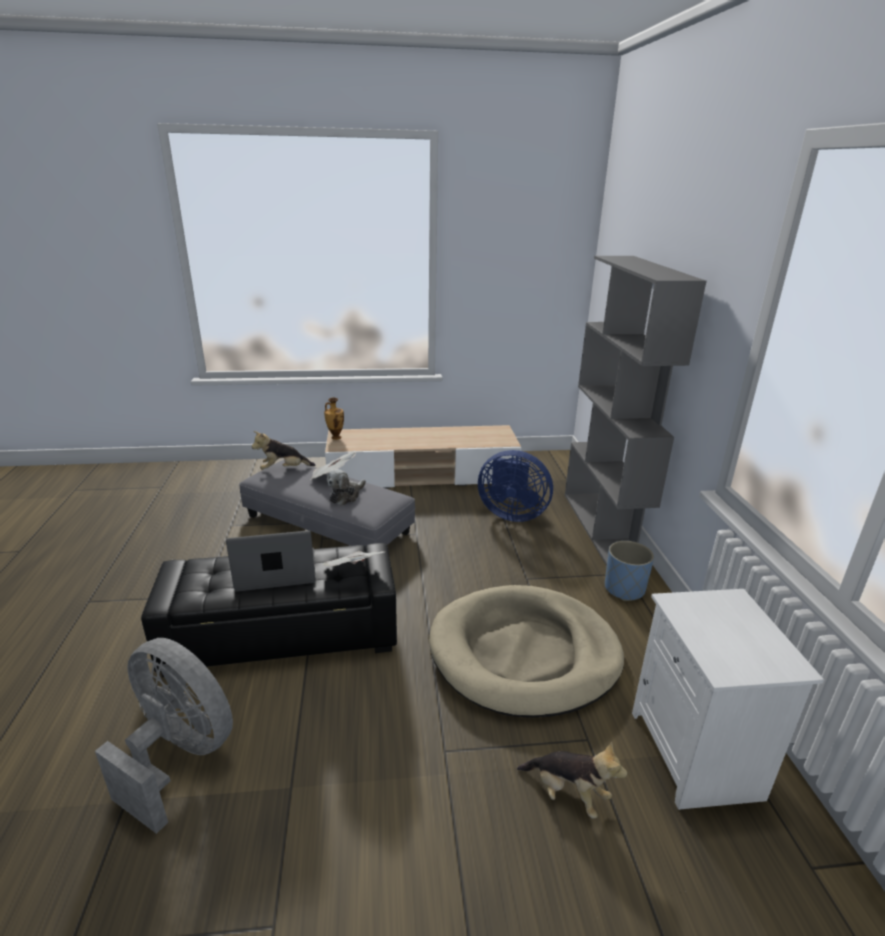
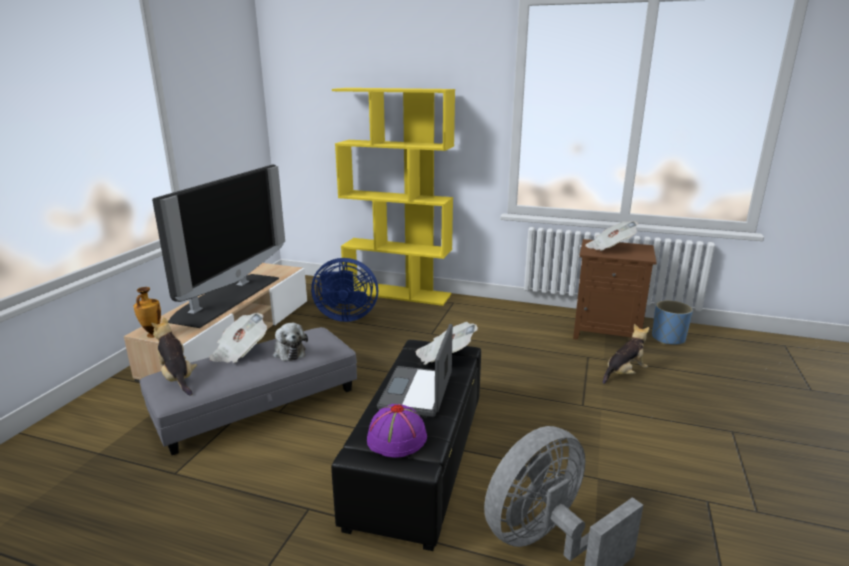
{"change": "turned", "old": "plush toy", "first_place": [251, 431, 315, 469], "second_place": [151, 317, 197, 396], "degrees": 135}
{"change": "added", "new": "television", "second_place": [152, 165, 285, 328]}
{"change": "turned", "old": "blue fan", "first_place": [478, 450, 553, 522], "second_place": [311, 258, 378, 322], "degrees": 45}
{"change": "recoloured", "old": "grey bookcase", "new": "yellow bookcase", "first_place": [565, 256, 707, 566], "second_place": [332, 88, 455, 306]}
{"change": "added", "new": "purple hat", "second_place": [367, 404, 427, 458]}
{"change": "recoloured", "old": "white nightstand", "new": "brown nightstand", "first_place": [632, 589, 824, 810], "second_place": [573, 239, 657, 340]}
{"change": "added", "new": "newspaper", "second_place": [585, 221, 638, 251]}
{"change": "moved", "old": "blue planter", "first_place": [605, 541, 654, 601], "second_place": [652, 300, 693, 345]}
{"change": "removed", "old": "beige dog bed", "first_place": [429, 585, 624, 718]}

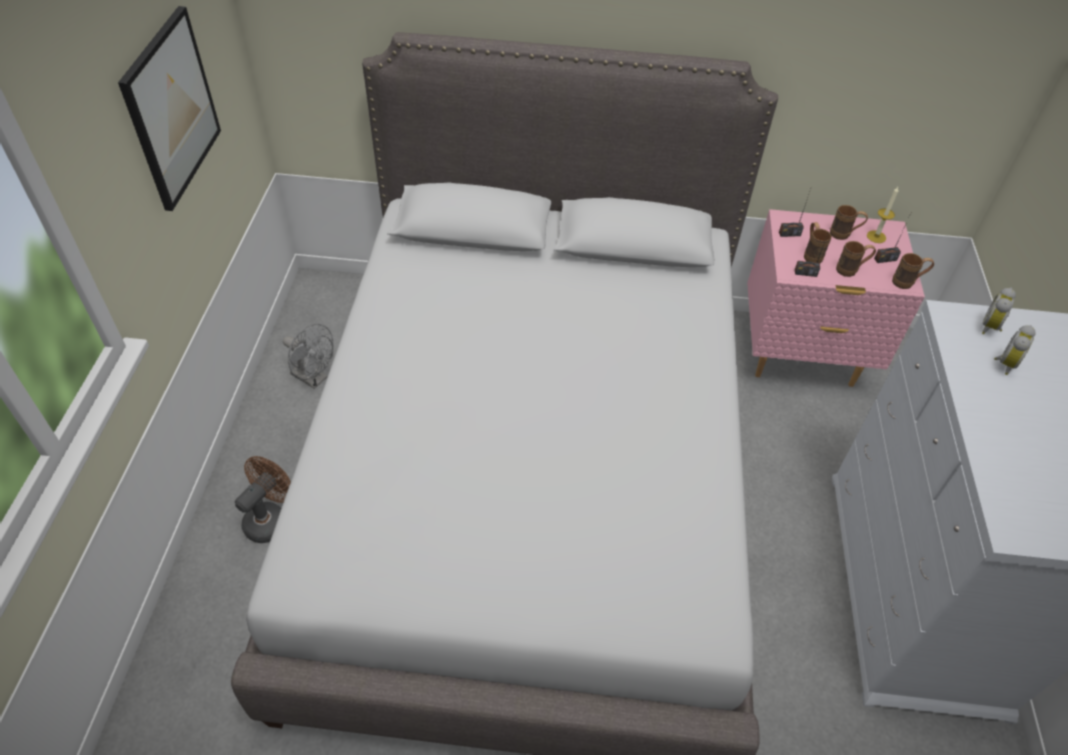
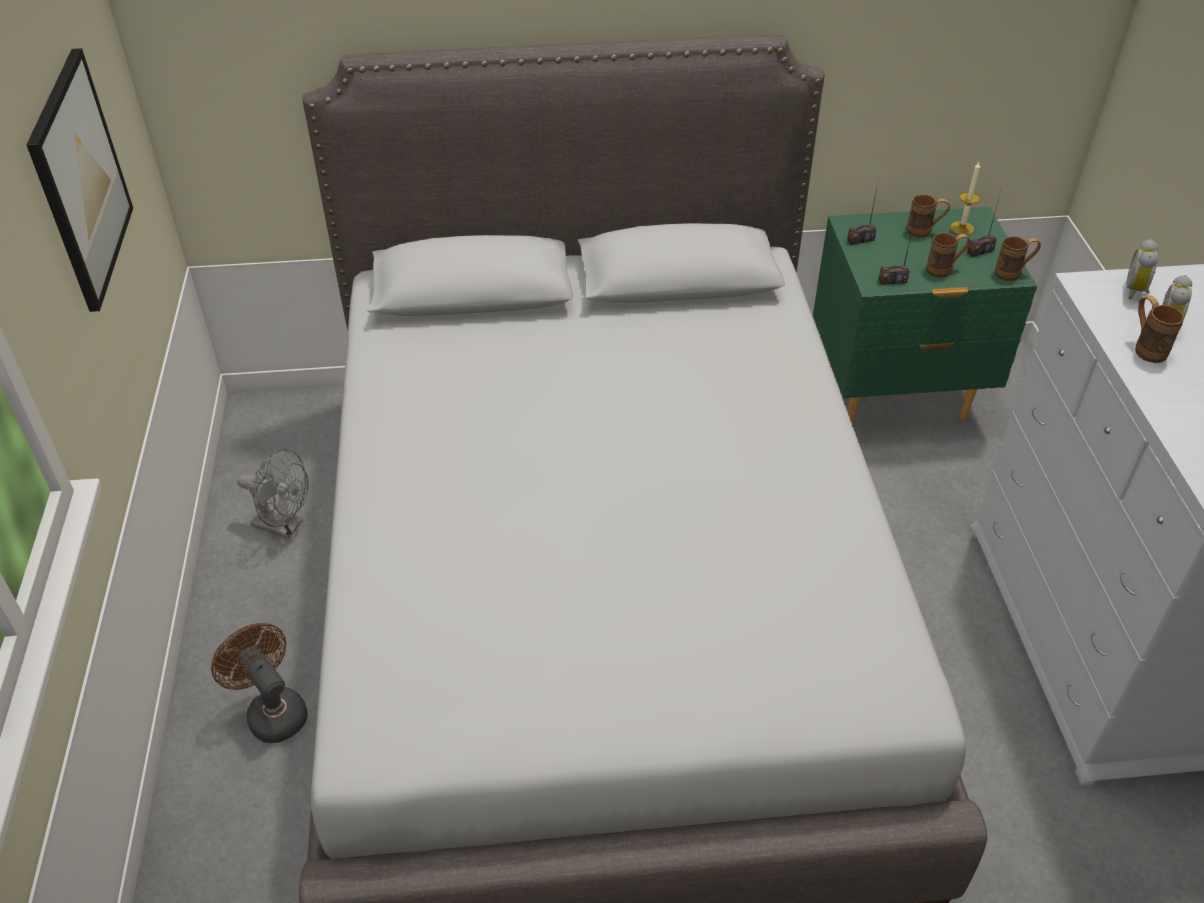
{"change": "turned", "old": "brown fan", "first_place": [235, 456, 291, 543], "second_place": [211, 623, 308, 743], "degrees": -60}
{"change": "recoloured", "old": "pink nightstand", "new": "green nightstand", "first_place": [747, 209, 925, 387], "second_place": [813, 207, 1037, 425]}
{"change": "moved", "old": "brown mug", "first_place": [804, 222, 832, 263], "second_place": [1135, 296, 1184, 363]}

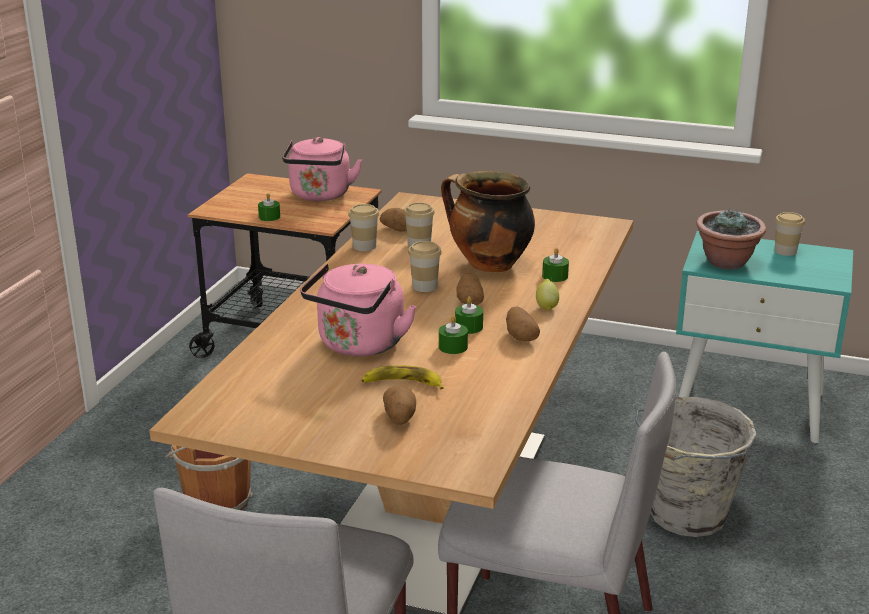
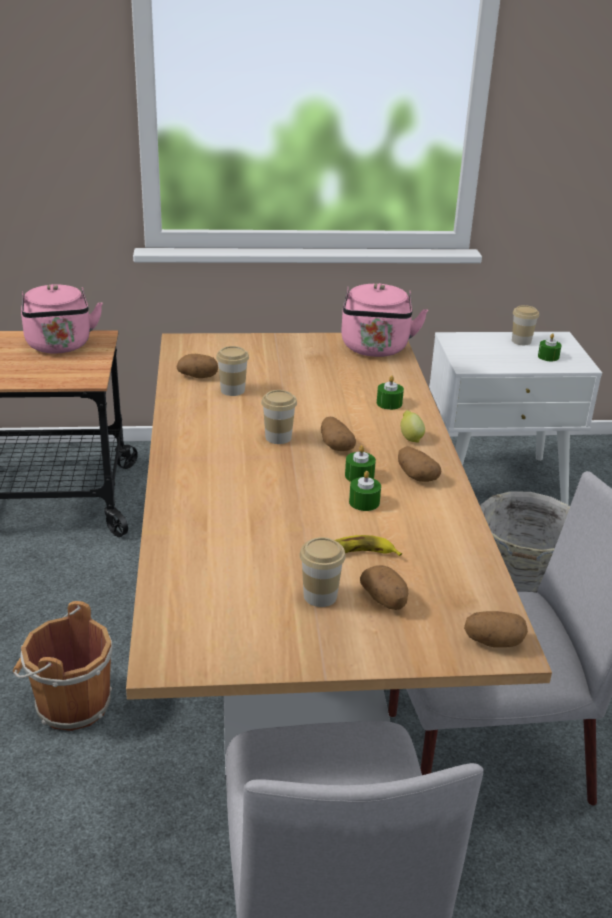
{"change": "moved", "old": "cup", "first_place": [348, 204, 379, 251], "second_place": [299, 537, 346, 607]}
{"change": "moved", "old": "pink kettle", "first_place": [301, 264, 417, 356], "second_place": [341, 283, 428, 357]}
{"change": "recoloured", "old": "turquoise nightstand", "new": "white nightstand", "first_place": [676, 231, 853, 443], "second_place": [429, 332, 602, 505]}
{"change": "added", "new": "potato", "second_place": [464, 611, 528, 647]}
{"change": "moved", "old": "green candle", "first_place": [258, 193, 280, 221], "second_place": [538, 333, 562, 362]}
{"change": "removed", "old": "cooking pot", "first_place": [441, 171, 535, 273]}
{"change": "removed", "old": "potted plant", "first_place": [696, 209, 766, 269]}

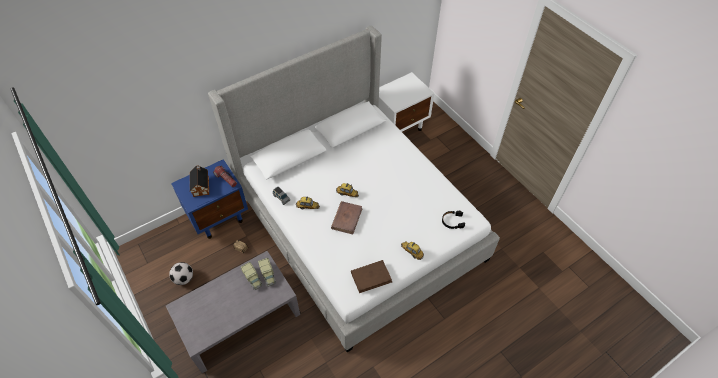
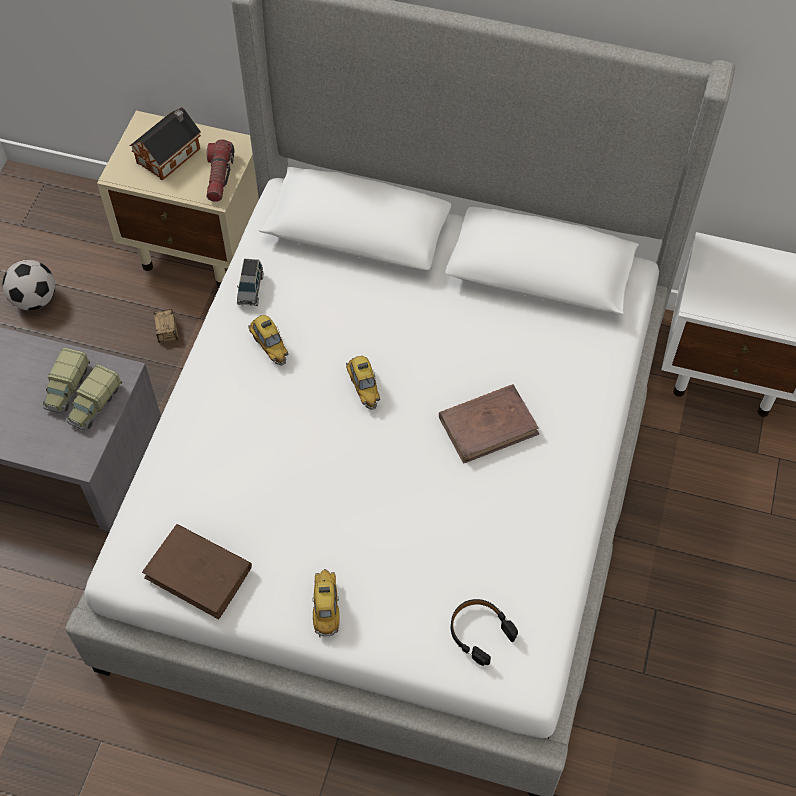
{"change": "recoloured", "old": "blue nightstand", "new": "beige nightstand", "first_place": [171, 159, 248, 239], "second_place": [97, 111, 259, 288]}
{"change": "moved", "old": "brown book", "first_place": [331, 201, 363, 234], "second_place": [439, 384, 540, 464]}

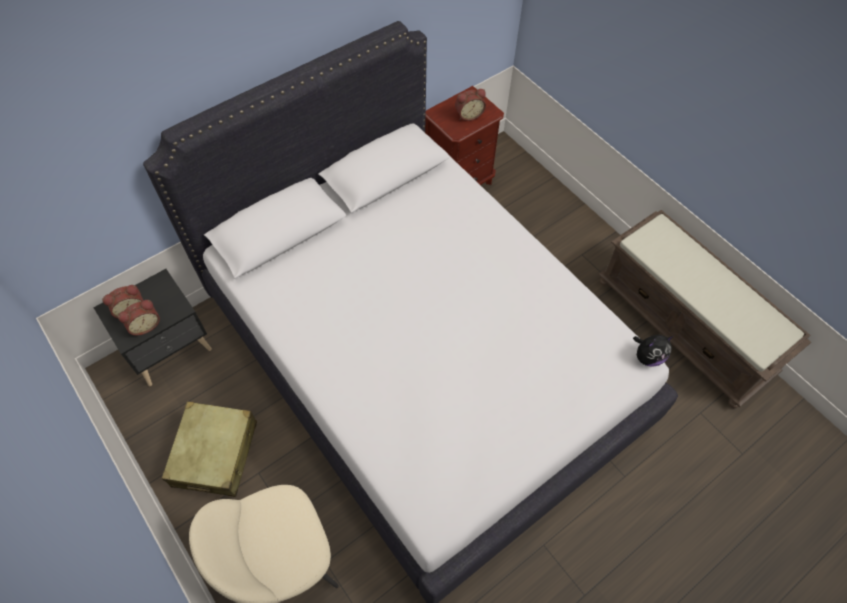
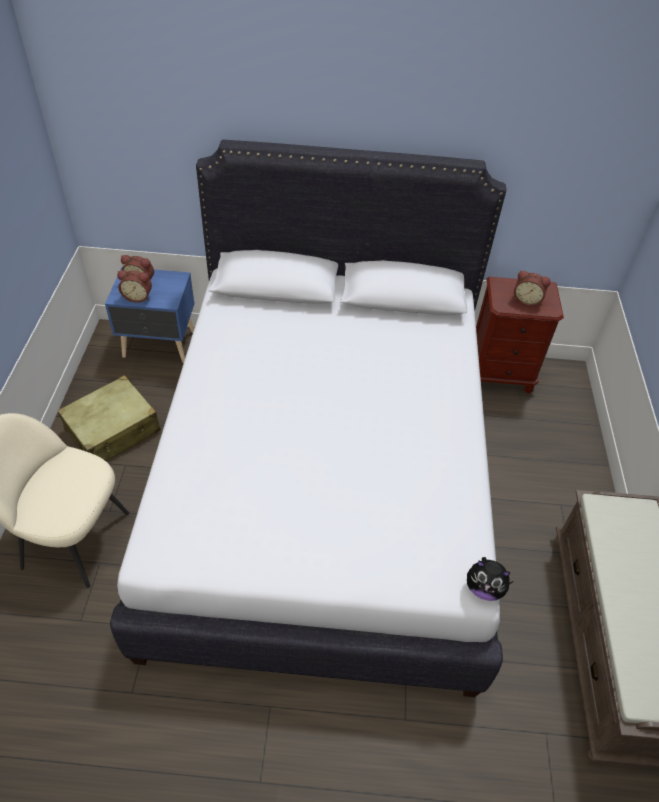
{"change": "recoloured", "old": "black nightstand", "new": "blue nightstand", "first_place": [94, 269, 212, 386], "second_place": [105, 267, 194, 363]}

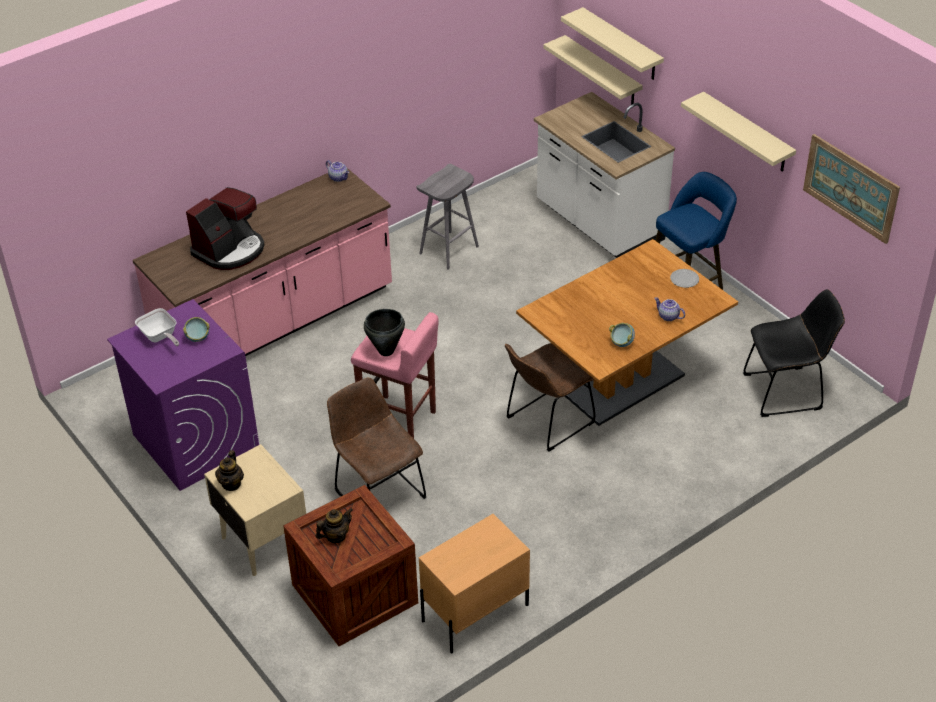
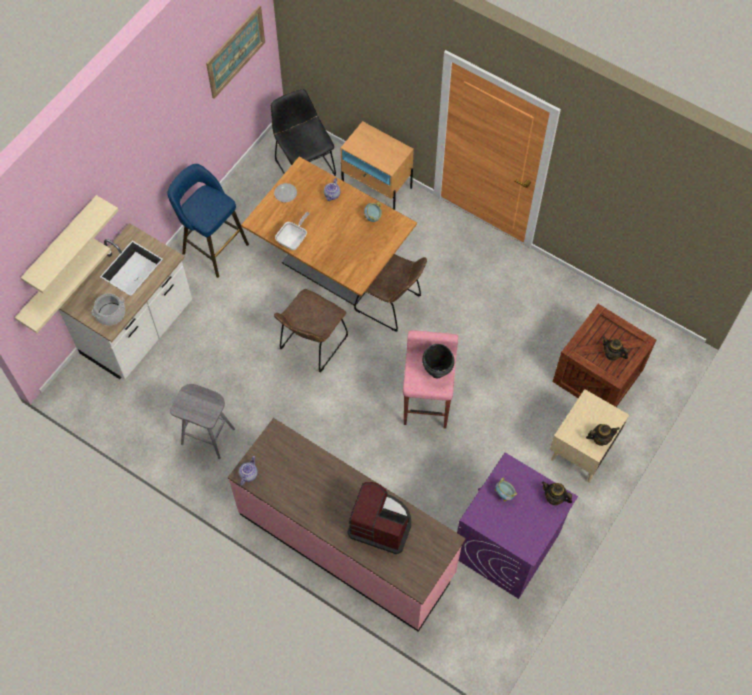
{"change": "added", "new": "cooking pot", "second_place": [91, 293, 125, 326]}
{"change": "moved", "old": "brown chair", "first_place": [327, 377, 426, 499], "second_place": [274, 289, 348, 372]}
{"change": "moved", "old": "frying pan", "first_place": [135, 308, 179, 346], "second_place": [275, 212, 310, 250]}
{"change": "moved", "old": "beige nightstand", "first_place": [419, 514, 530, 653], "second_place": [341, 121, 414, 210]}
{"change": "added", "new": "teapot", "second_place": [542, 481, 572, 506]}
{"change": "removed", "old": "beige shelf", "first_place": [681, 92, 796, 172]}

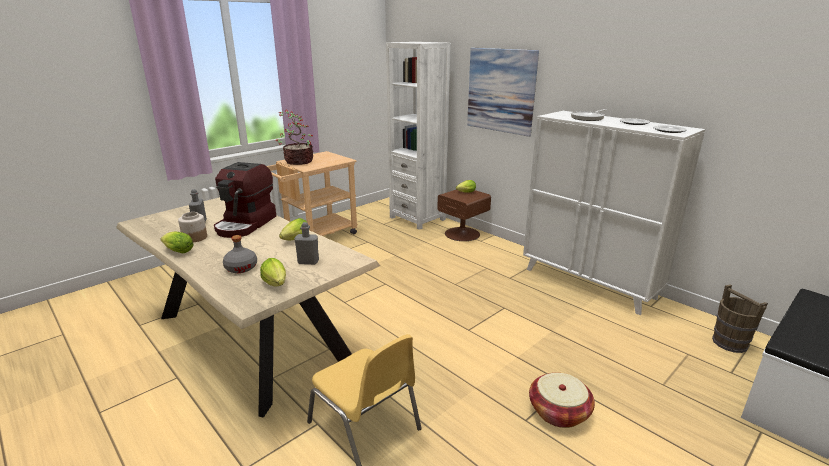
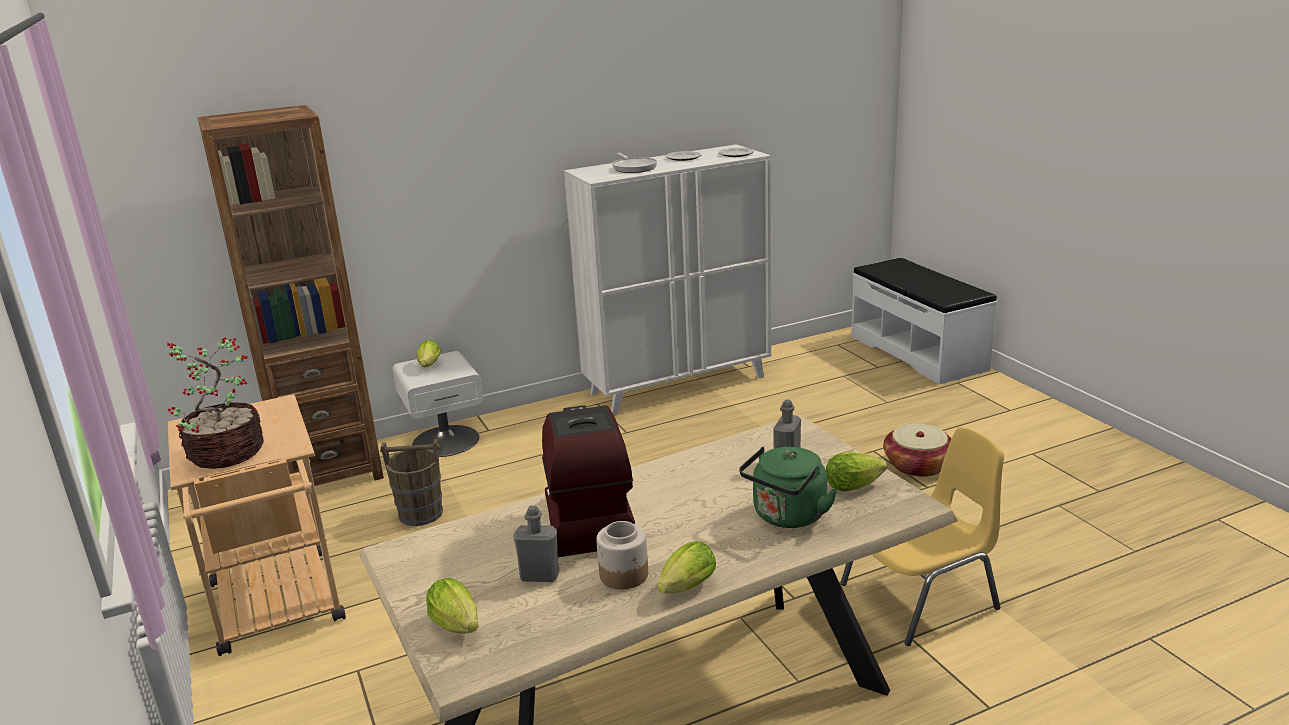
{"change": "recoloured", "old": "white bookcase", "new": "brown bookcase", "first_place": [386, 42, 451, 230], "second_place": [198, 105, 384, 486]}
{"change": "moved", "old": "brown bucket", "first_place": [712, 284, 768, 353], "second_place": [380, 439, 443, 526]}
{"change": "recoloured", "old": "brown nightstand", "new": "white nightstand", "first_place": [437, 190, 491, 241], "second_place": [392, 351, 483, 457]}
{"change": "moved", "old": "lettuce", "first_place": [279, 218, 306, 240], "second_place": [426, 578, 479, 633]}
{"change": "turned", "old": "coffee machine", "first_place": [214, 162, 276, 238], "second_place": [542, 405, 635, 557], "degrees": -135}
{"change": "replaced", "old": "grey bottle", "new": "green kettle", "first_place": [223, 235, 257, 273], "second_place": [739, 446, 837, 528]}
{"change": "removed", "old": "picture", "first_place": [467, 48, 539, 137]}

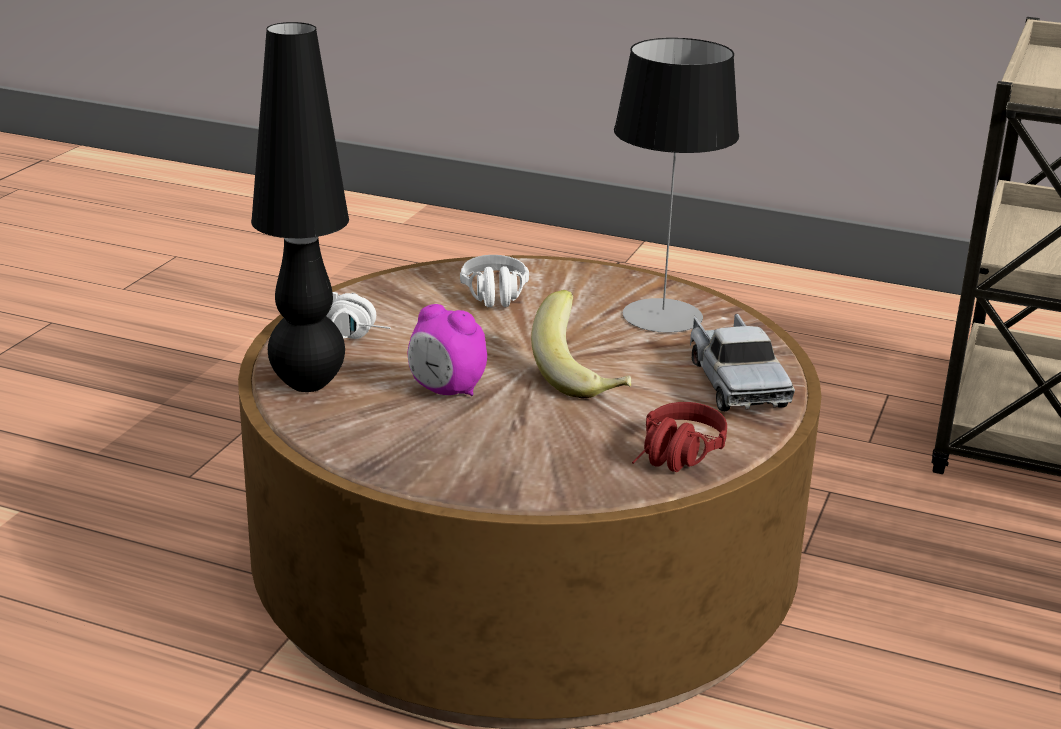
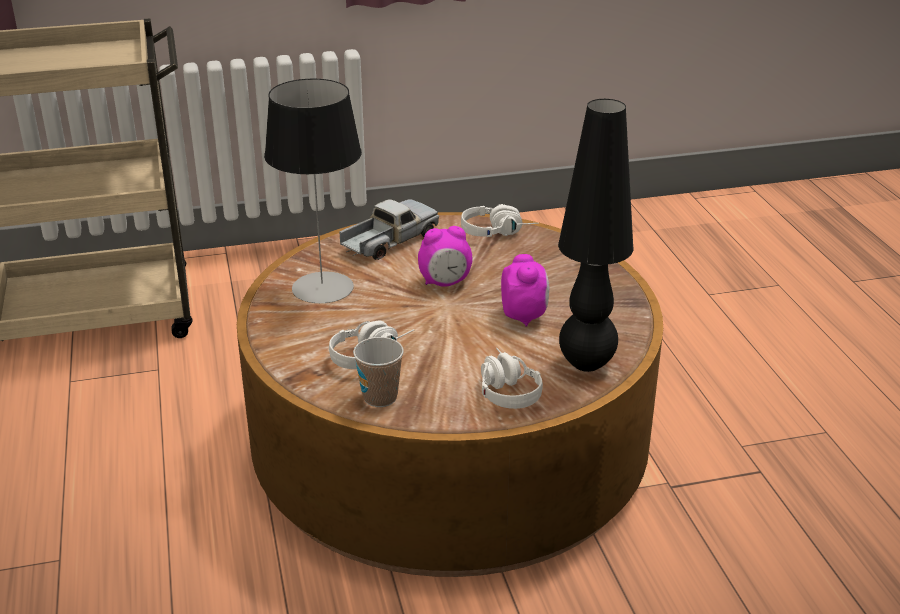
{"change": "added", "new": "cup", "second_place": [353, 337, 404, 407]}
{"change": "replaced", "old": "banana", "new": "alarm clock", "first_place": [531, 290, 631, 398], "second_place": [418, 226, 473, 287]}
{"change": "recoloured", "old": "red headphones", "new": "white headphones", "first_place": [632, 402, 727, 472], "second_place": [461, 204, 538, 237]}

